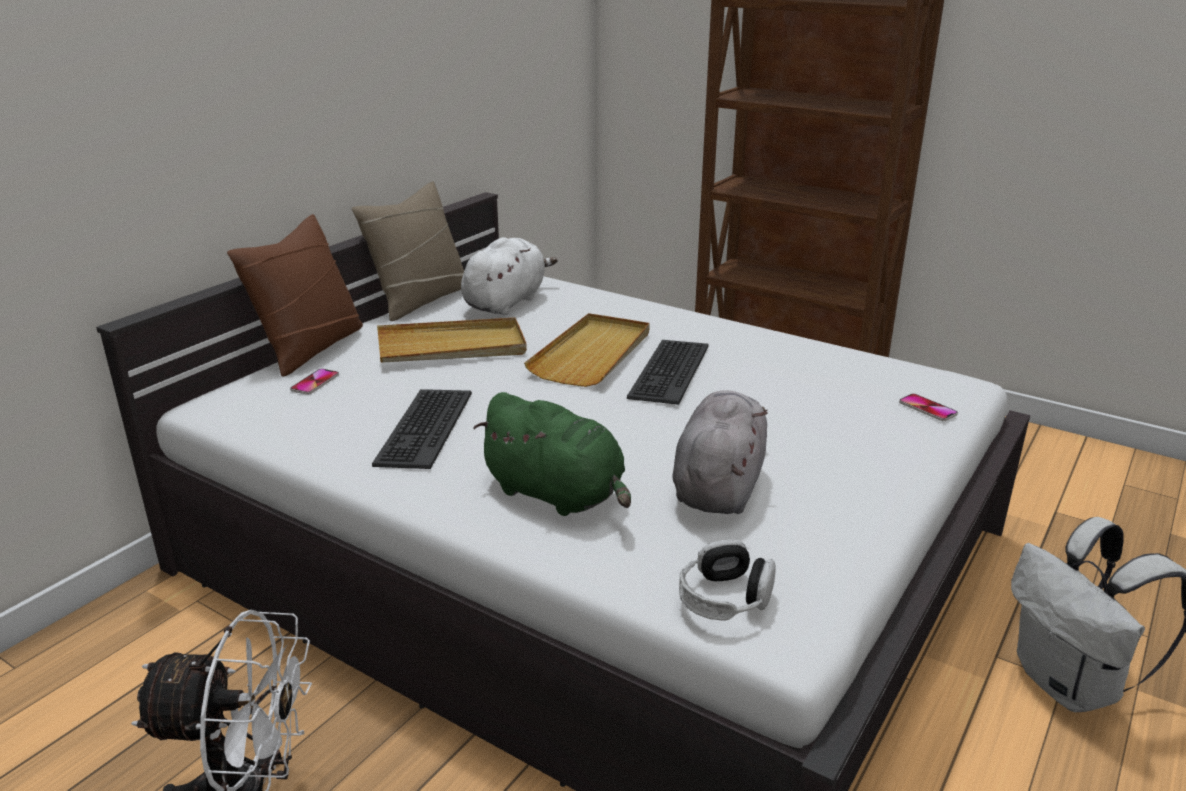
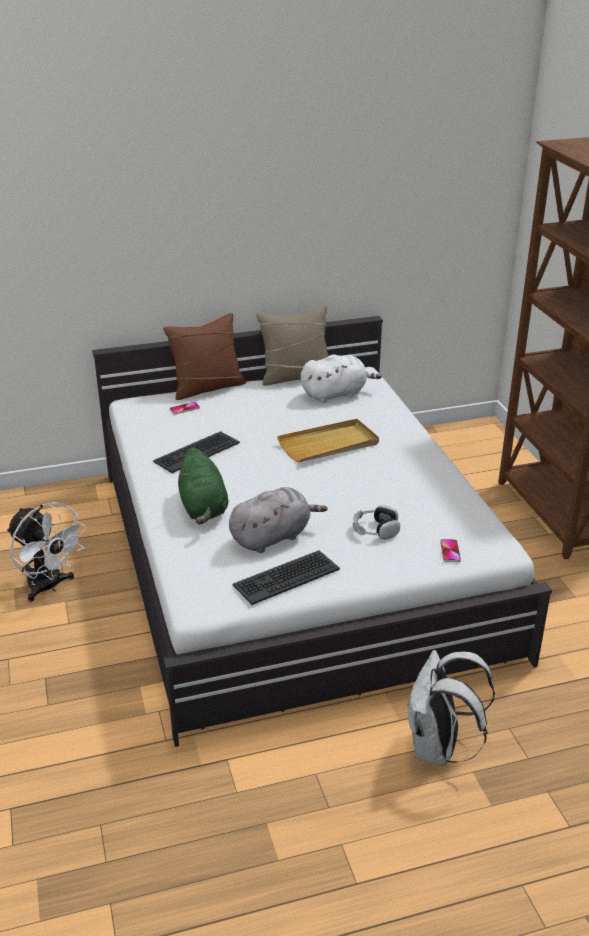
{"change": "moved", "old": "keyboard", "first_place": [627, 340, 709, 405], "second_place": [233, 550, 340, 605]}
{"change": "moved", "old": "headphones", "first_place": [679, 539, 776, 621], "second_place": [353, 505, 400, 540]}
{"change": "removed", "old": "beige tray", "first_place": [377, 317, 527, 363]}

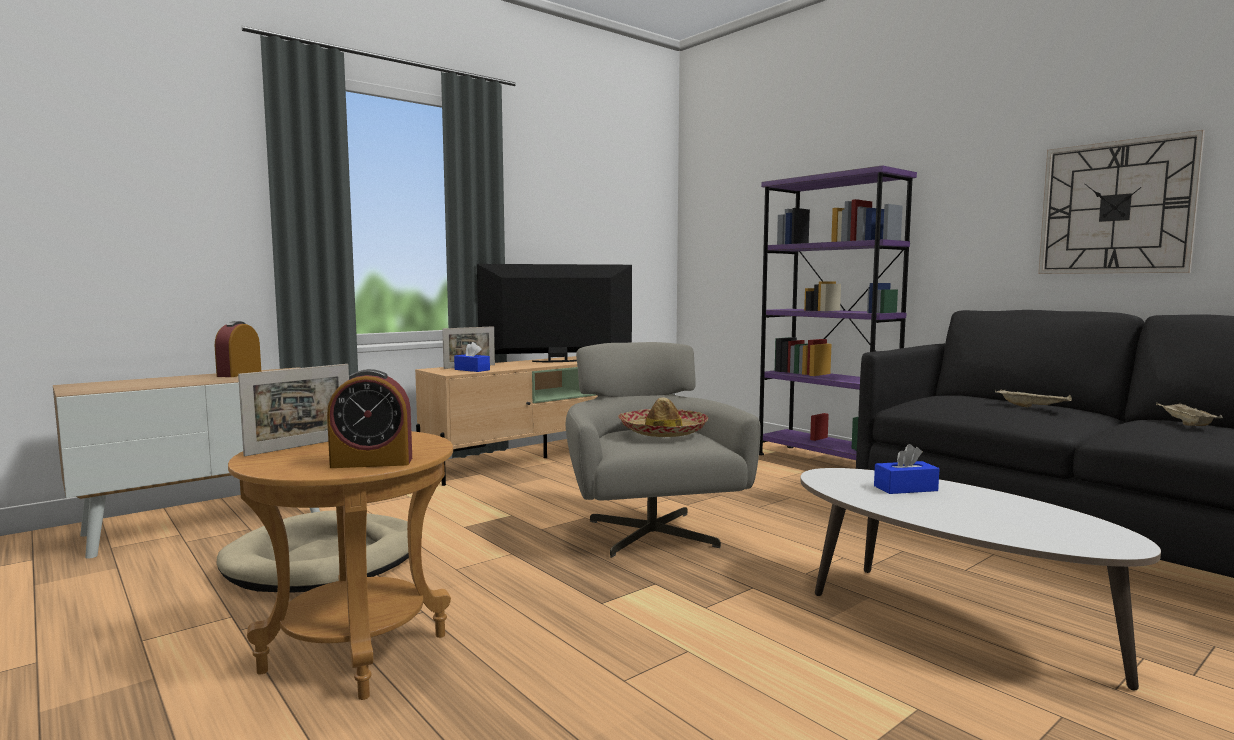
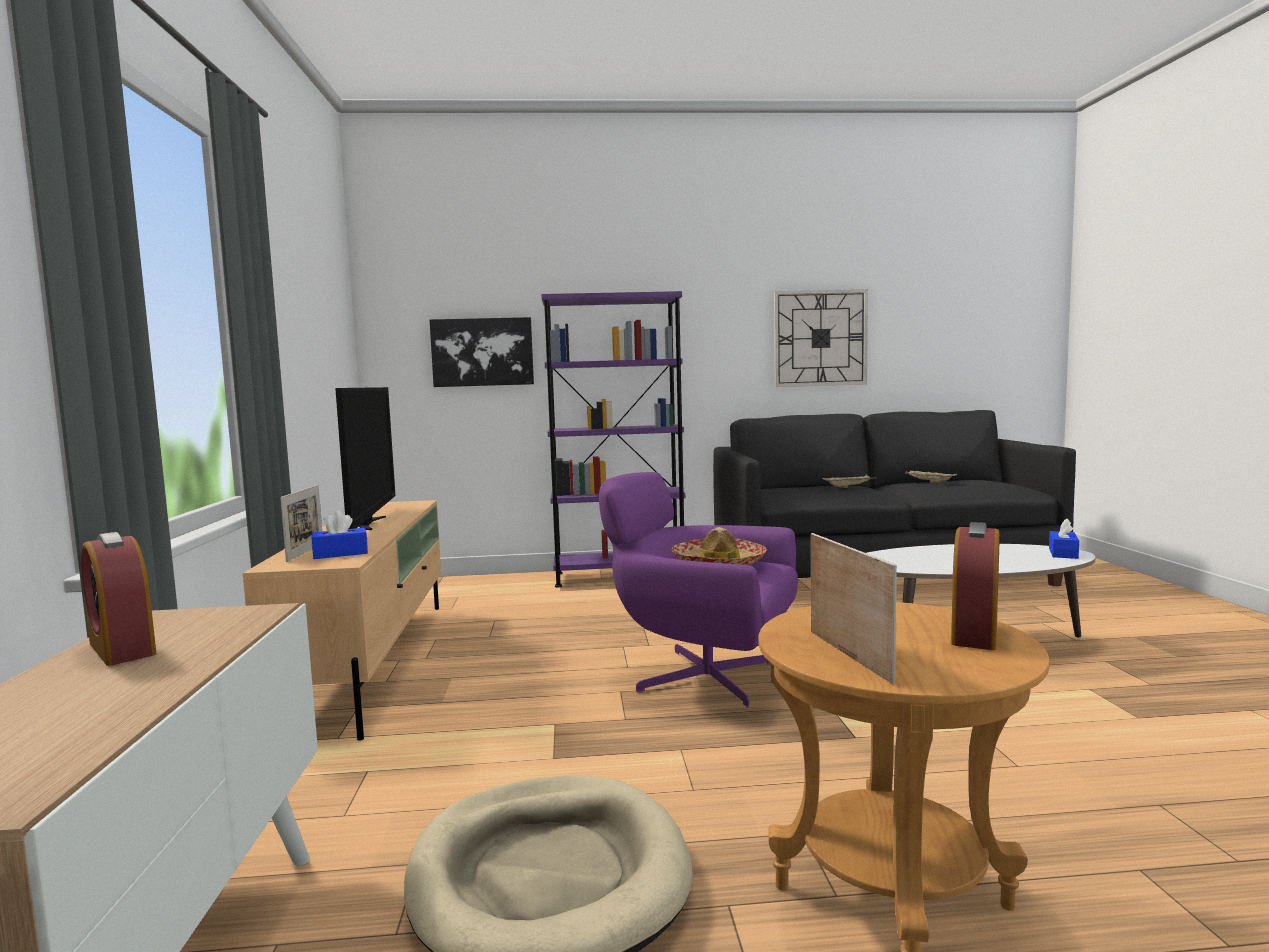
{"change": "turned", "old": "television", "first_place": [477, 264, 632, 362], "second_place": [335, 387, 396, 530], "degrees": 150}
{"change": "added", "new": "picture", "second_place": [430, 317, 534, 387]}
{"change": "recoloured", "old": "grey armchair", "new": "purple armchair", "first_place": [566, 342, 761, 558], "second_place": [599, 472, 798, 707]}
{"change": "moved", "old": "blue tissue box", "first_place": [874, 444, 940, 494], "second_place": [1049, 518, 1079, 559]}

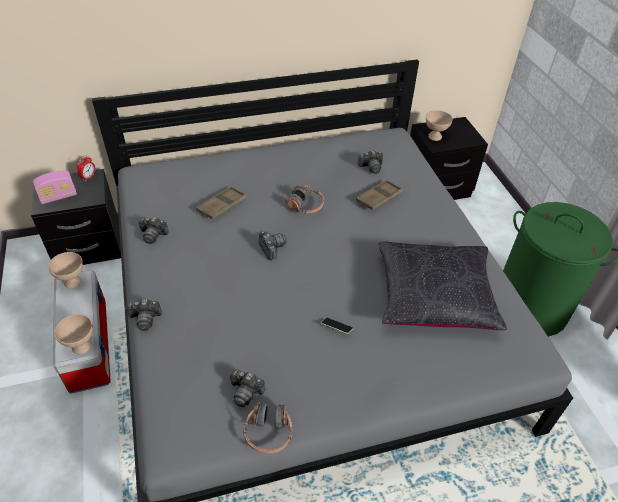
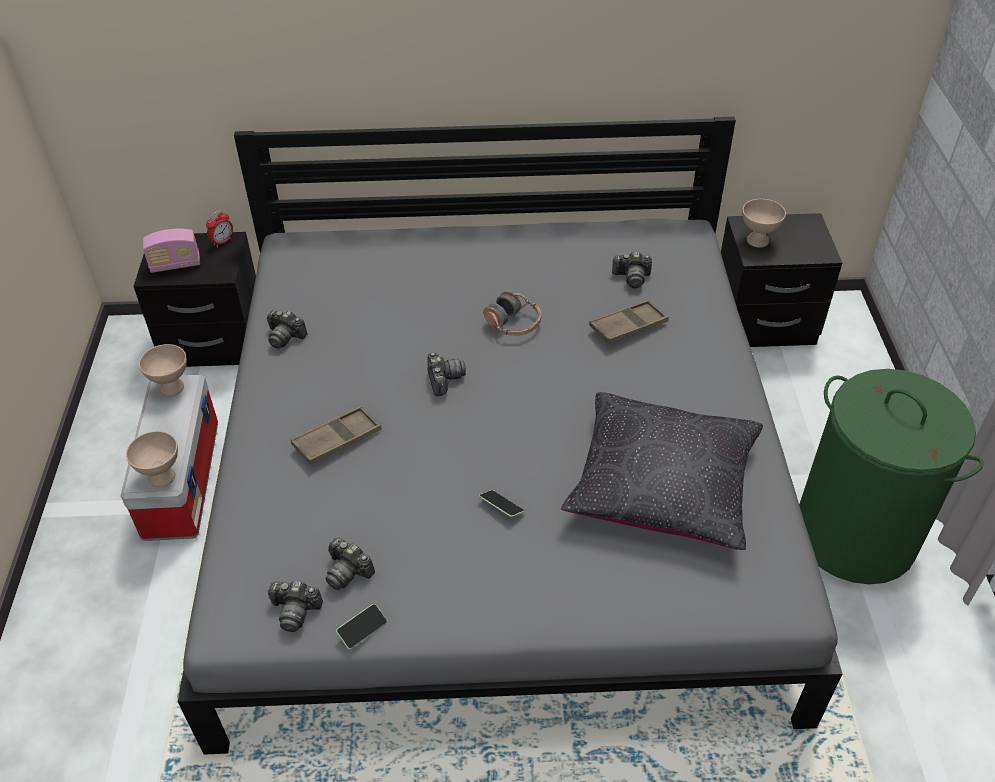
{"change": "moved", "old": "photo camera", "first_place": [125, 299, 162, 331], "second_place": [267, 581, 323, 632]}
{"change": "moved", "old": "brown tray", "first_place": [196, 186, 247, 219], "second_place": [291, 406, 381, 464]}
{"change": "replaced", "old": "headphones", "new": "phone", "first_place": [243, 402, 293, 453], "second_place": [336, 604, 387, 649]}

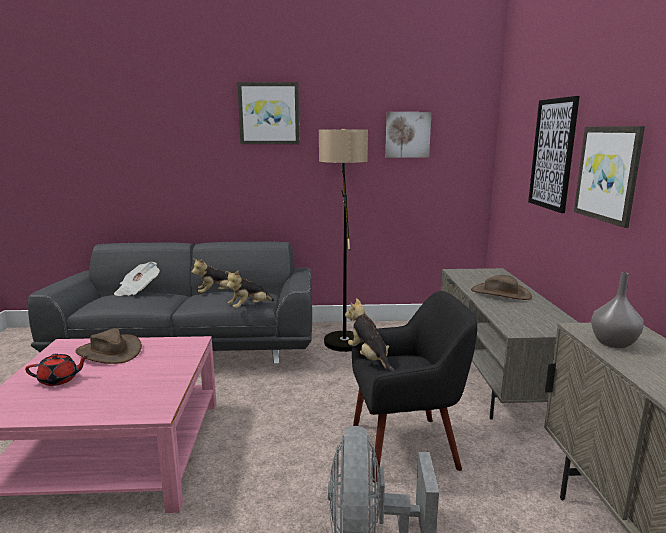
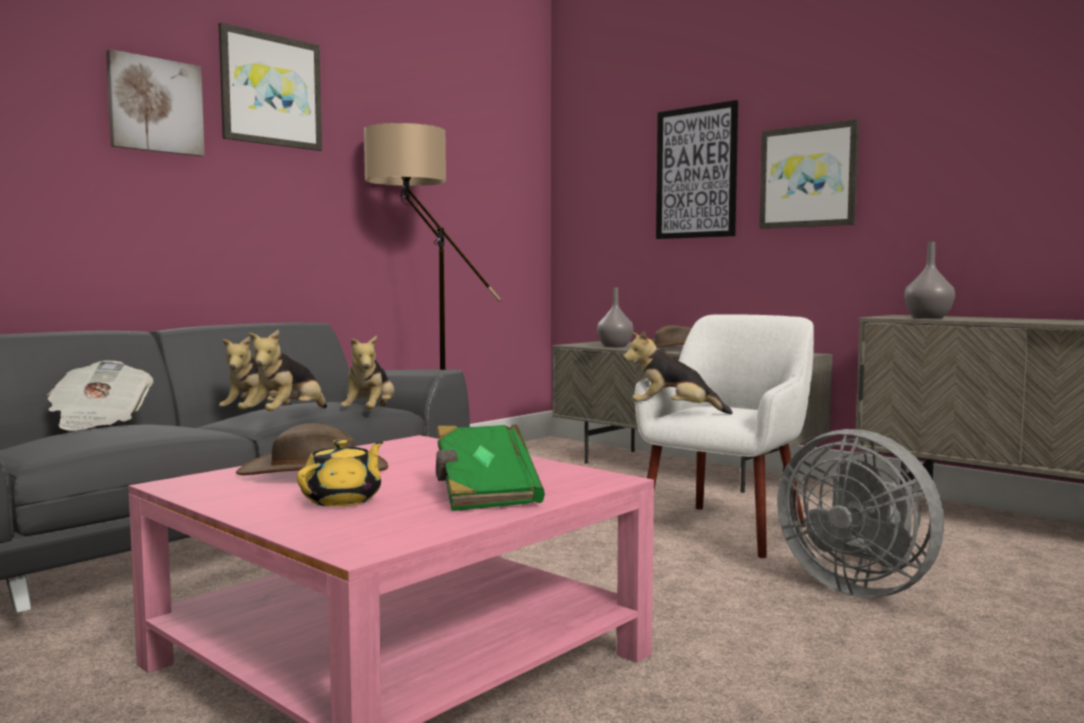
{"change": "moved", "old": "picture", "first_place": [385, 112, 431, 158], "second_place": [106, 49, 205, 156]}
{"change": "added", "new": "plush toy", "second_place": [246, 329, 327, 411]}
{"change": "recoloured", "old": "red teapot", "new": "yellow teapot", "first_place": [25, 353, 89, 386], "second_place": [297, 439, 383, 507]}
{"change": "added", "new": "green book", "second_place": [436, 425, 545, 511]}
{"change": "added", "new": "grey vase", "second_place": [597, 287, 633, 347]}
{"change": "recoloured", "old": "black armchair", "new": "white armchair", "first_place": [352, 291, 477, 483], "second_place": [635, 314, 814, 558]}

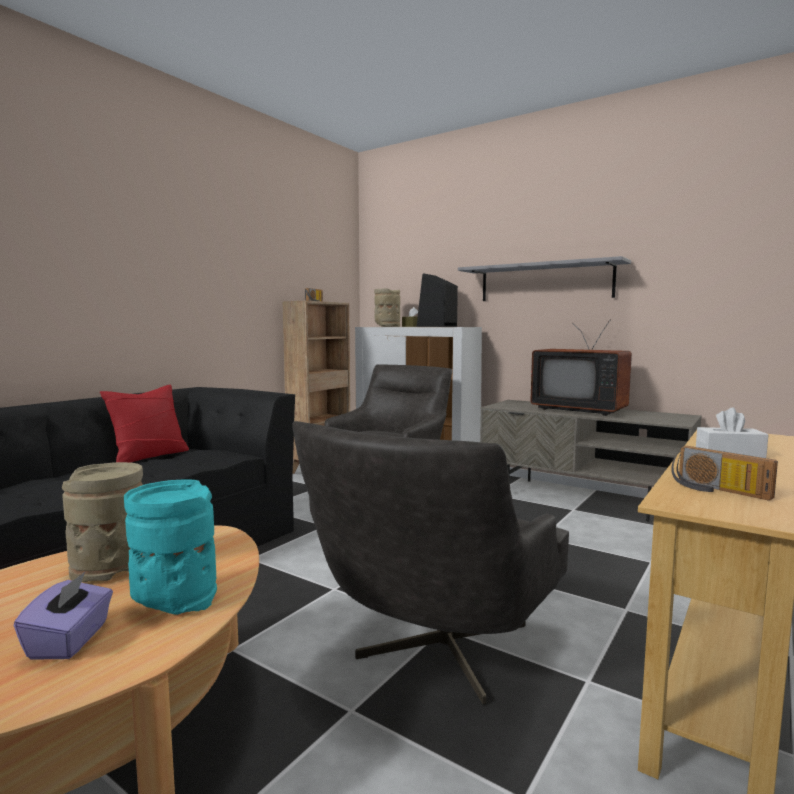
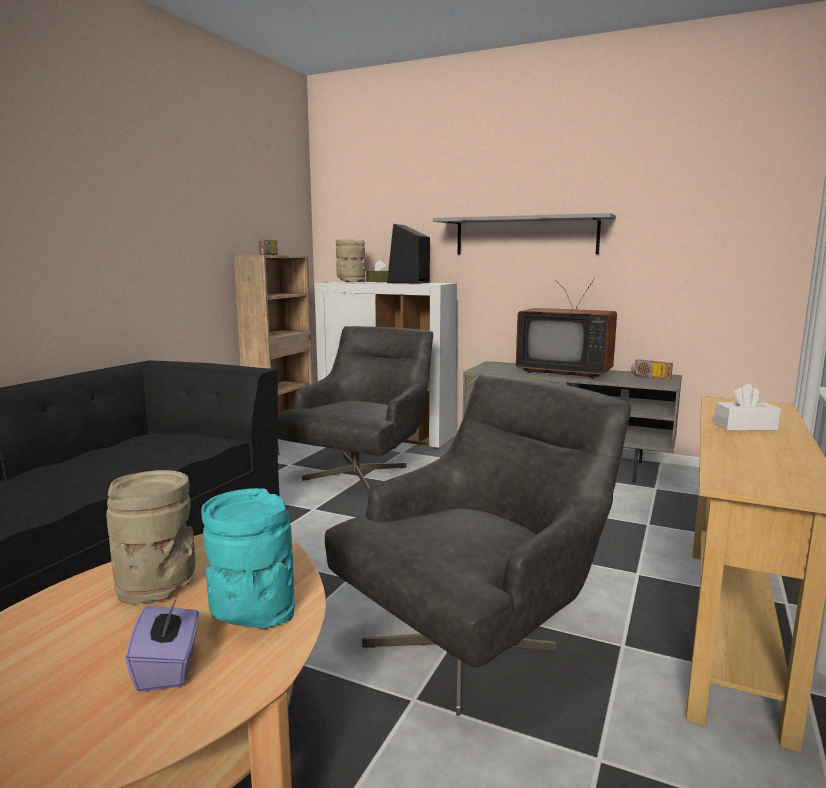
{"change": "turned", "old": "grey armchair", "first_place": [292, 421, 569, 705], "second_place": [325, 375, 631, 716], "degrees": -150}
{"change": "moved", "old": "radio", "first_place": [671, 446, 778, 501], "second_place": [631, 359, 673, 380]}
{"change": "removed", "old": "red pillow", "first_place": [100, 385, 189, 463]}

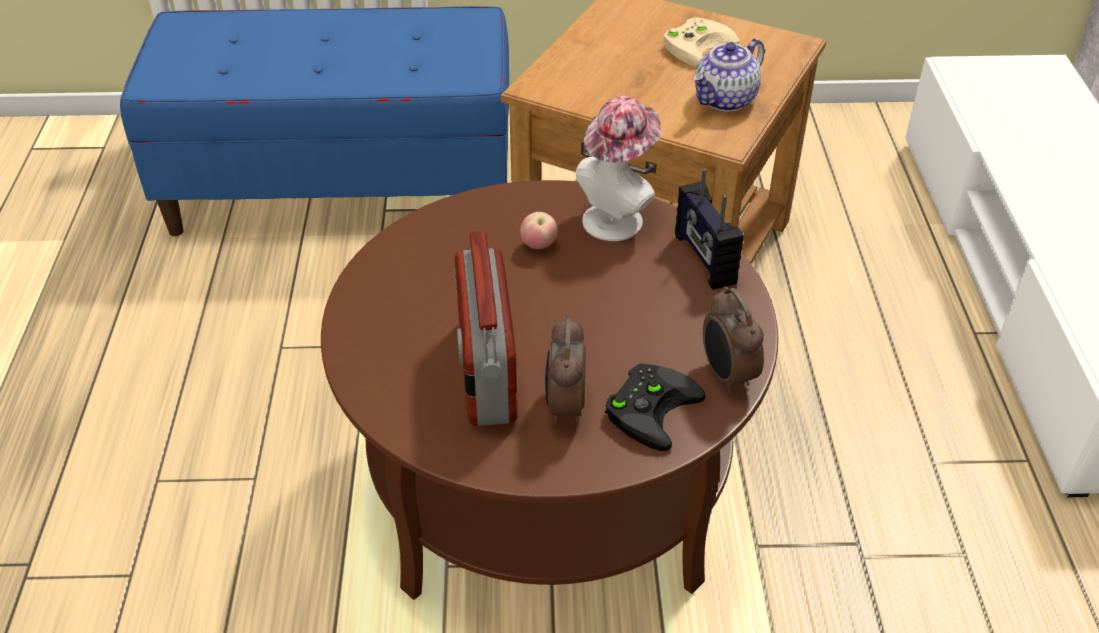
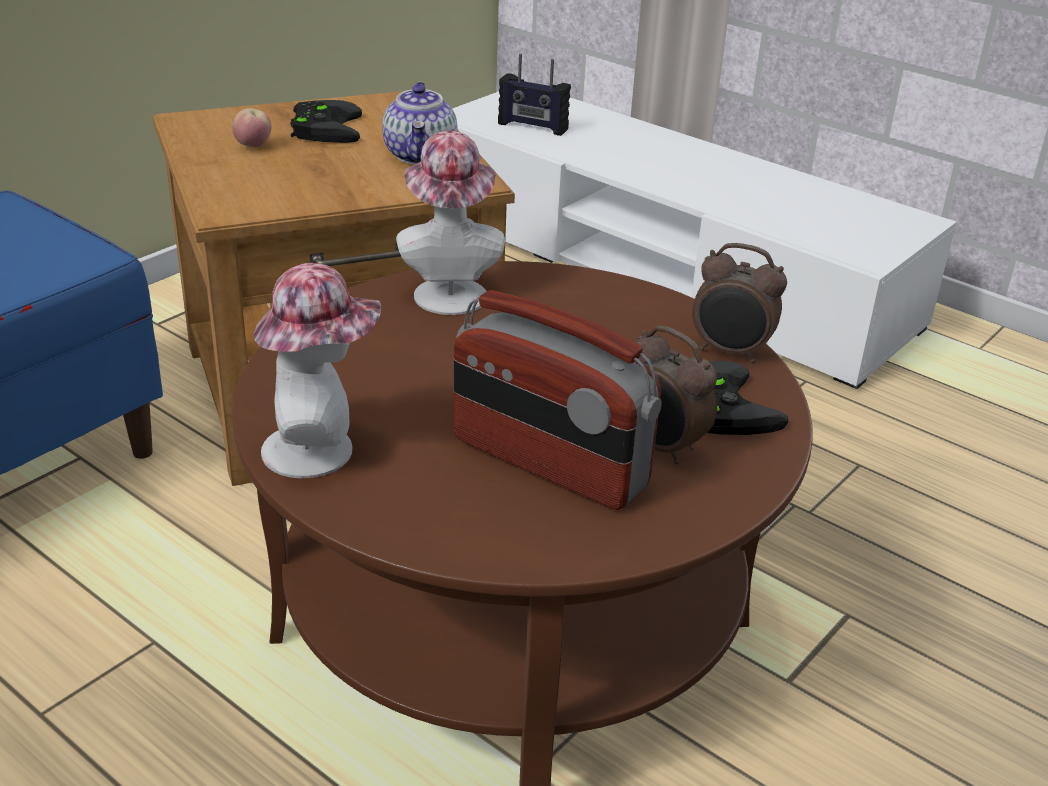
{"change": "moved", "old": "apple", "first_place": [520, 212, 558, 249], "second_place": [233, 108, 271, 148]}
{"change": "added", "new": "hat", "second_place": [254, 263, 381, 478]}
{"change": "recoloured", "old": "beige game controller", "new": "black game controller", "first_place": [663, 17, 740, 67], "second_place": [290, 100, 362, 143]}
{"change": "moved", "old": "radio", "first_place": [675, 168, 744, 290], "second_place": [498, 54, 571, 136]}

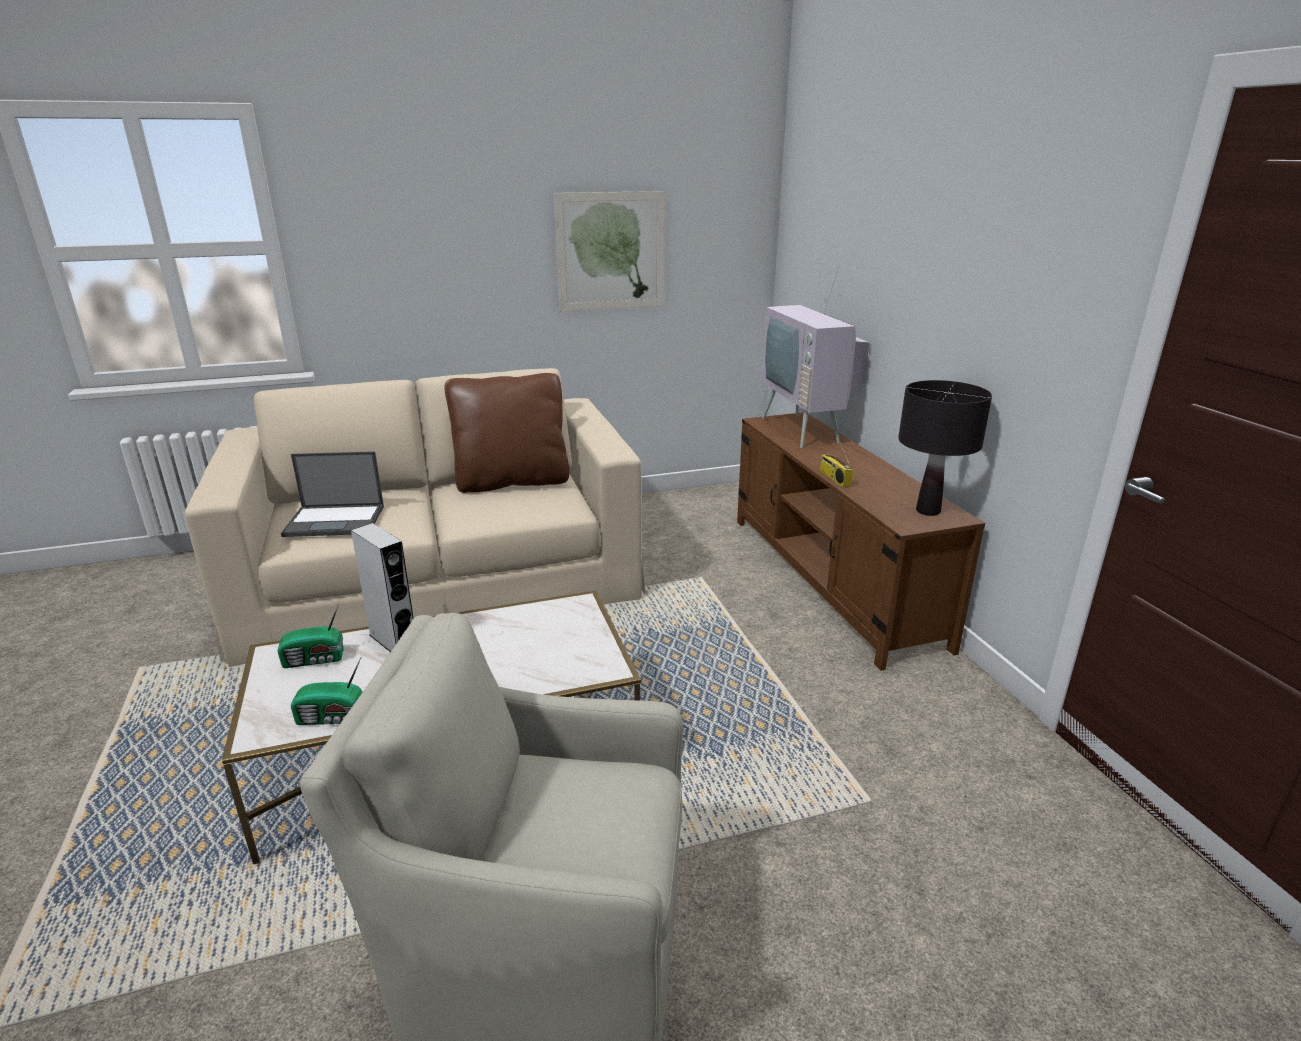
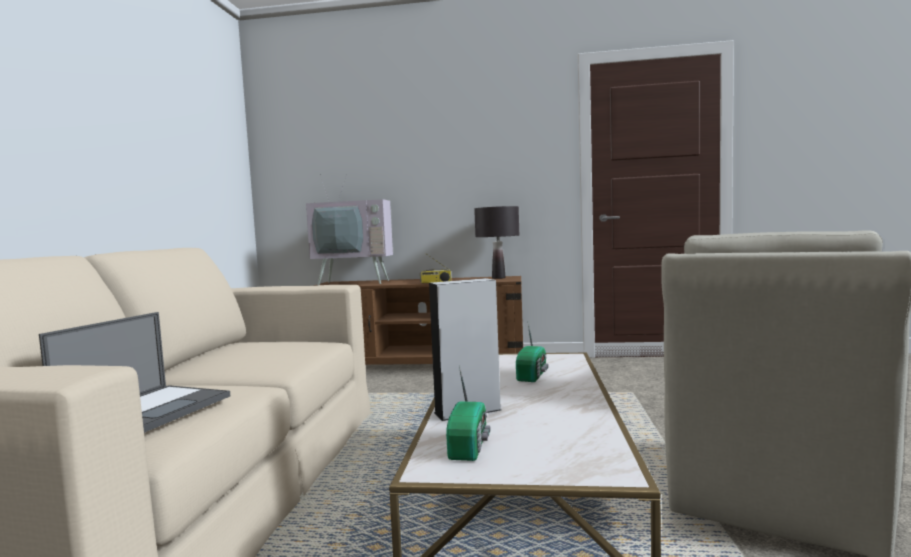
{"change": "moved", "old": "radio", "first_place": [291, 658, 363, 725], "second_place": [516, 323, 549, 382]}
{"change": "removed", "old": "brown pillow", "first_place": [445, 373, 569, 493]}
{"change": "removed", "old": "picture", "first_place": [554, 191, 665, 312]}

